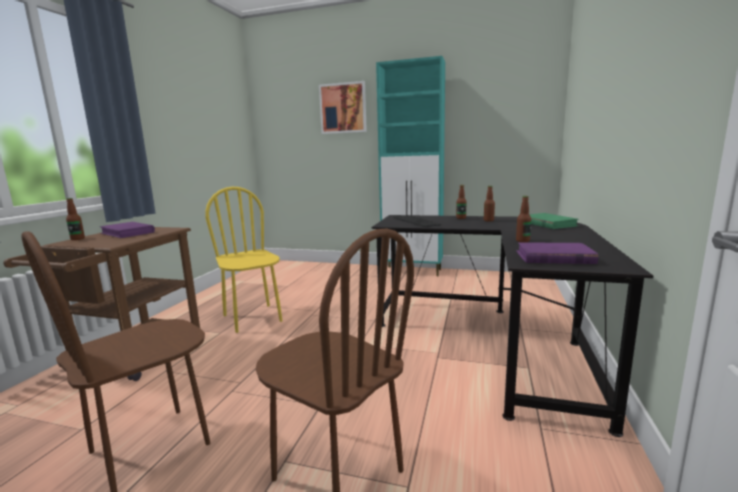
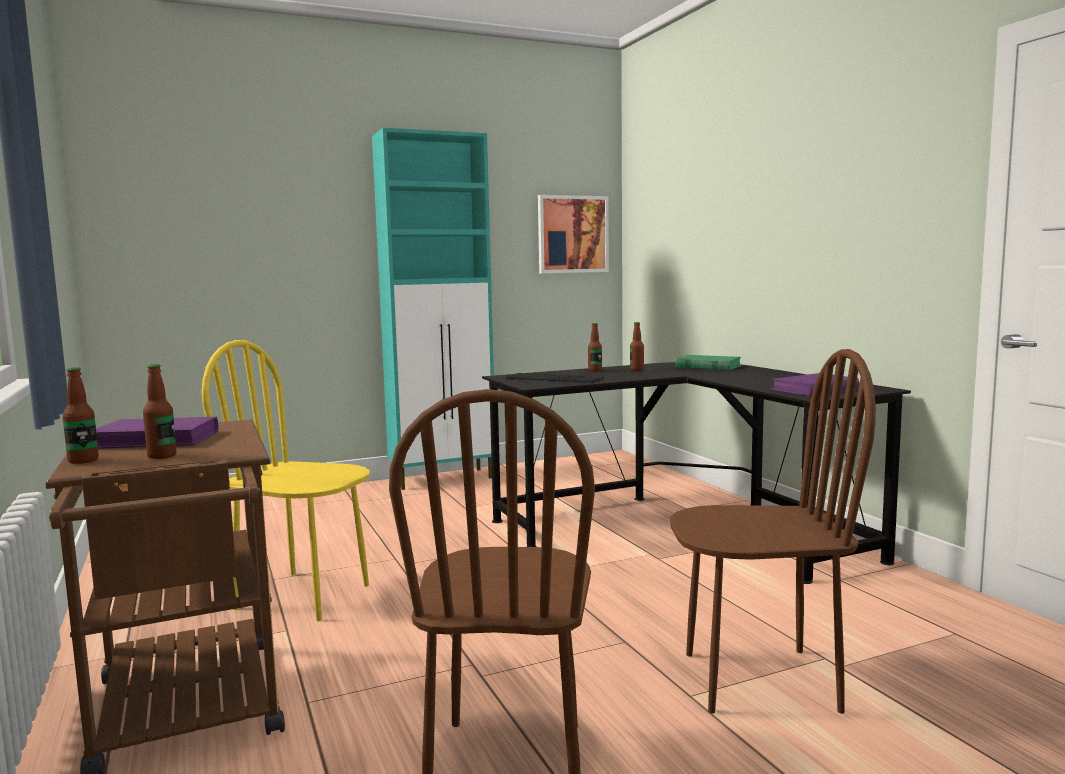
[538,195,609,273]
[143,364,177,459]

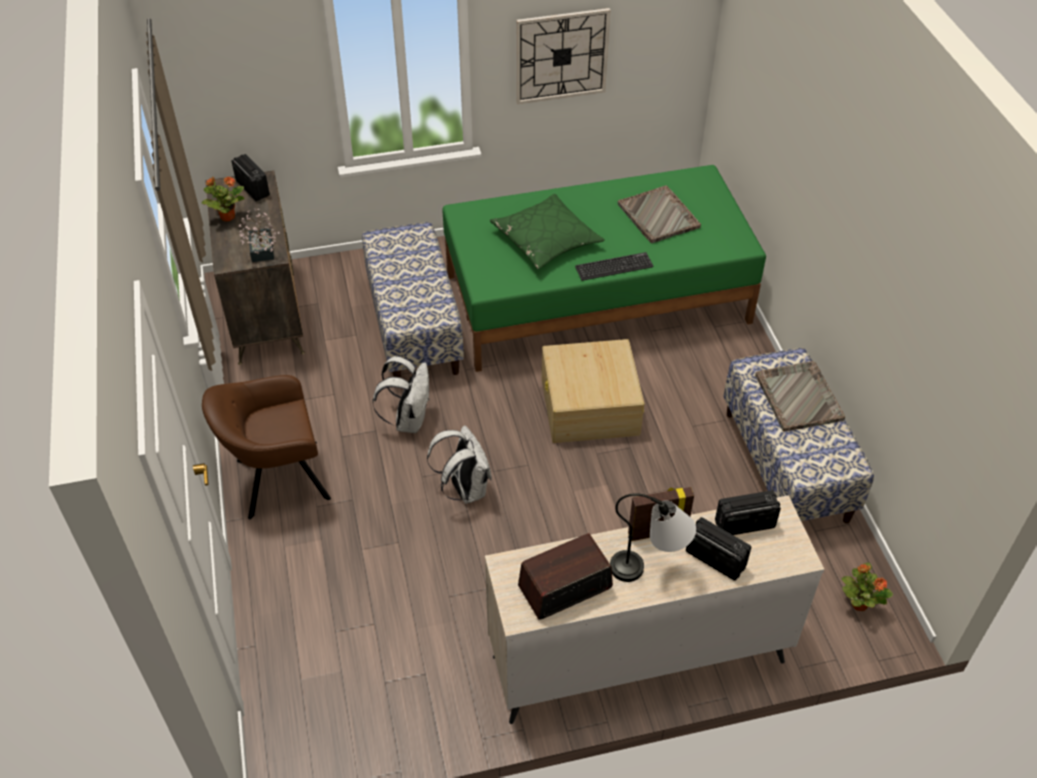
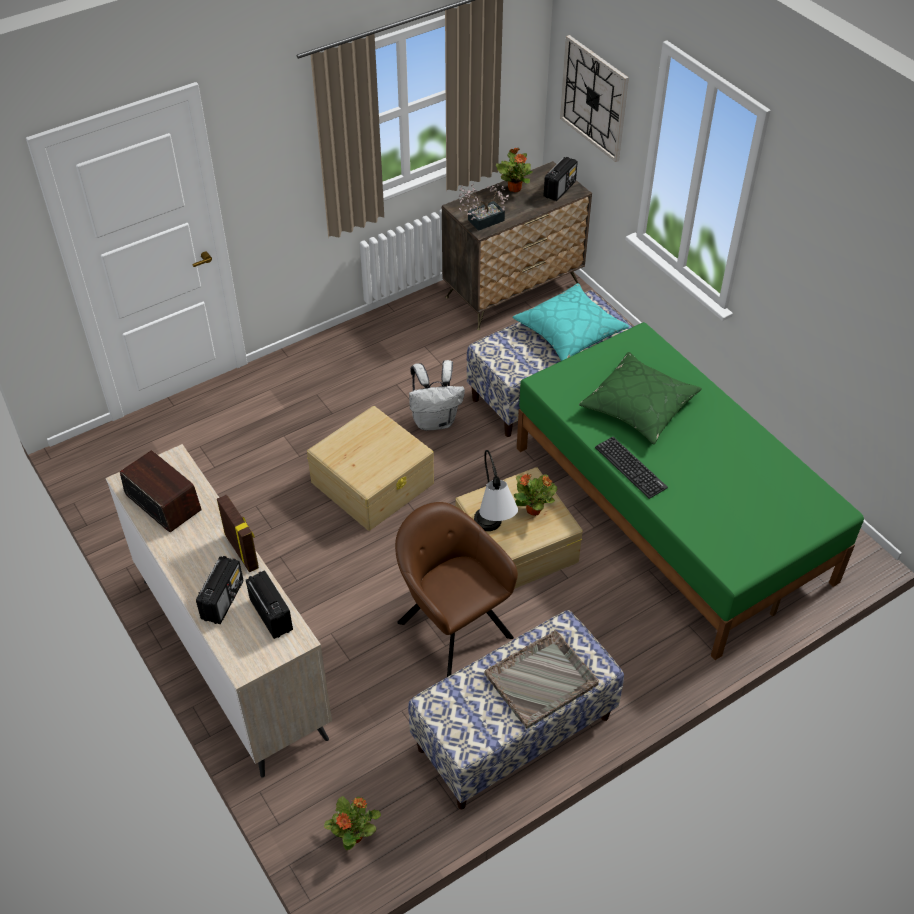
[560,35,629,162]
[618,185,701,243] (first image)
[395,502,518,677]
[307,406,434,531]
[474,450,518,531]
[512,283,629,361]
[514,474,558,516]

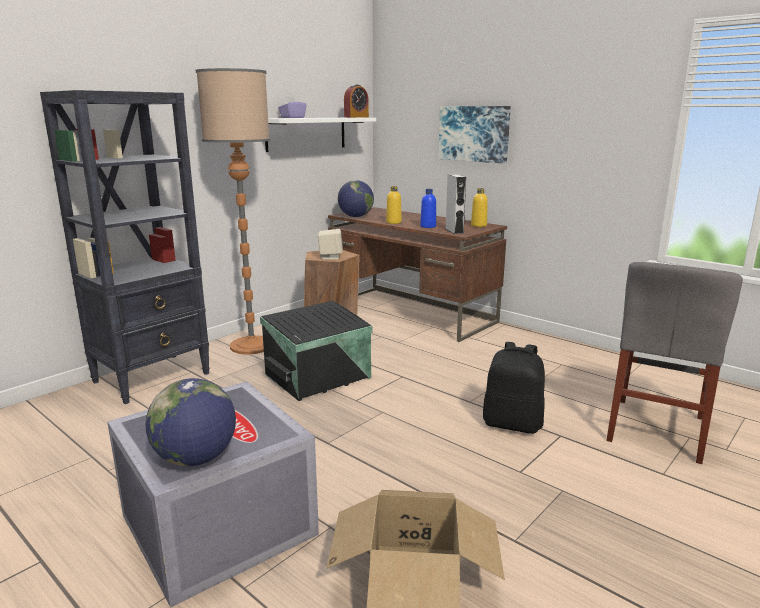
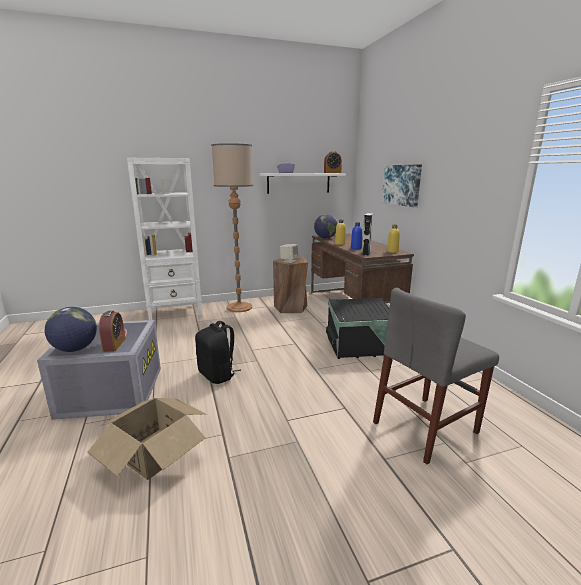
[127,158,202,320]
[326,298,389,359]
[195,321,241,384]
[99,311,126,352]

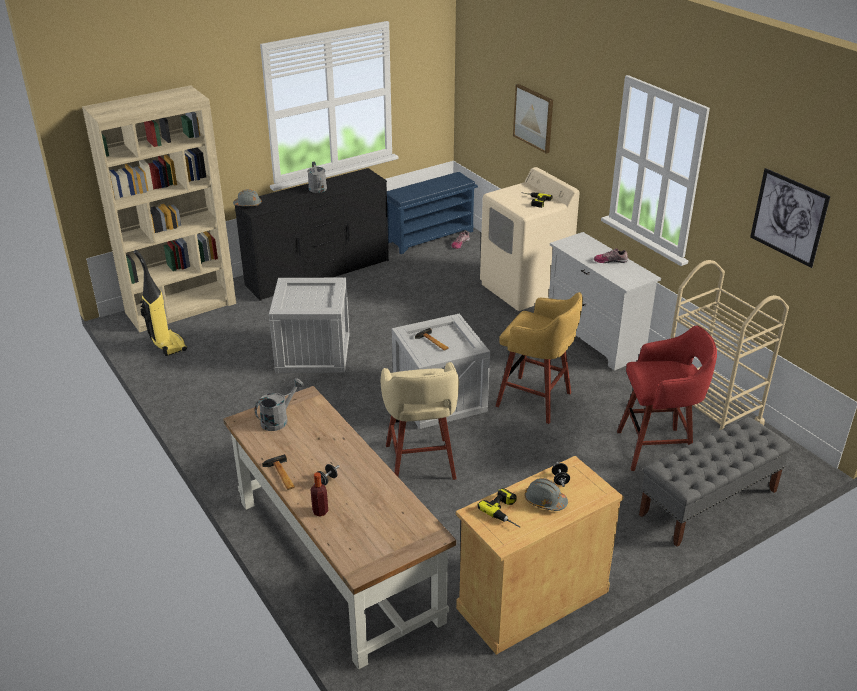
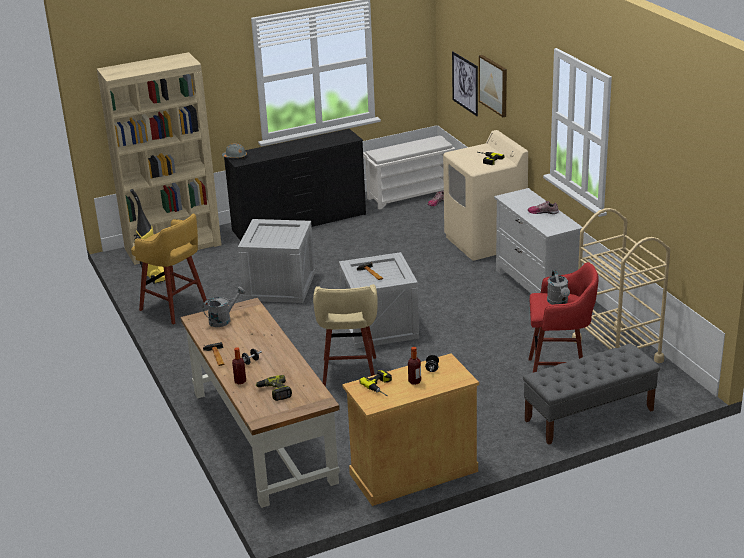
[547,270,570,305]
[452,51,478,116]
[363,136,455,209]
[131,214,207,325]
[408,347,421,385]
[256,375,292,401]

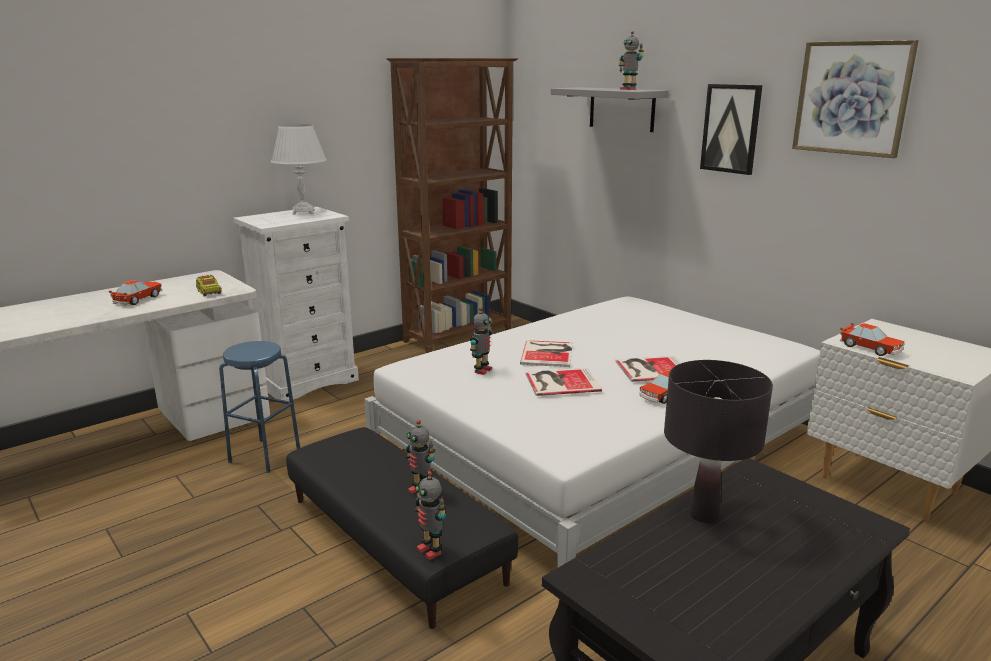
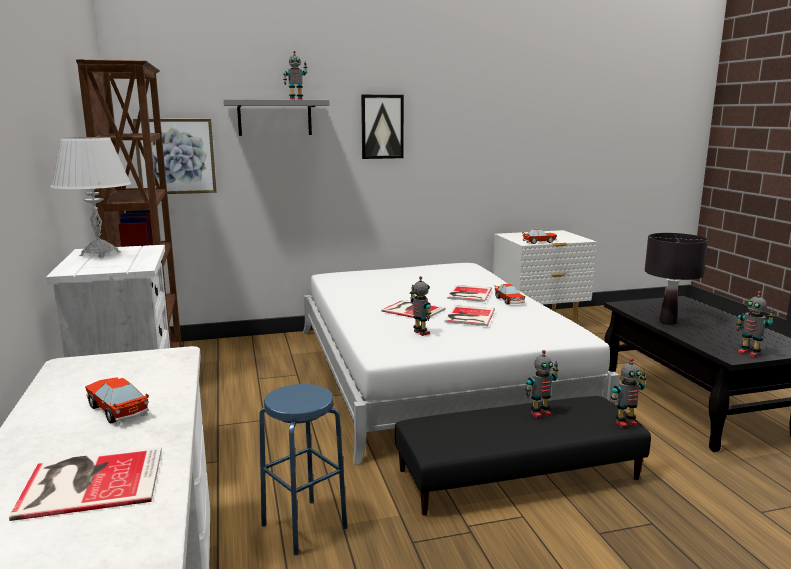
[133,119,217,194]
[196,275,222,297] (first image)
[736,291,775,357]
[9,447,162,521]

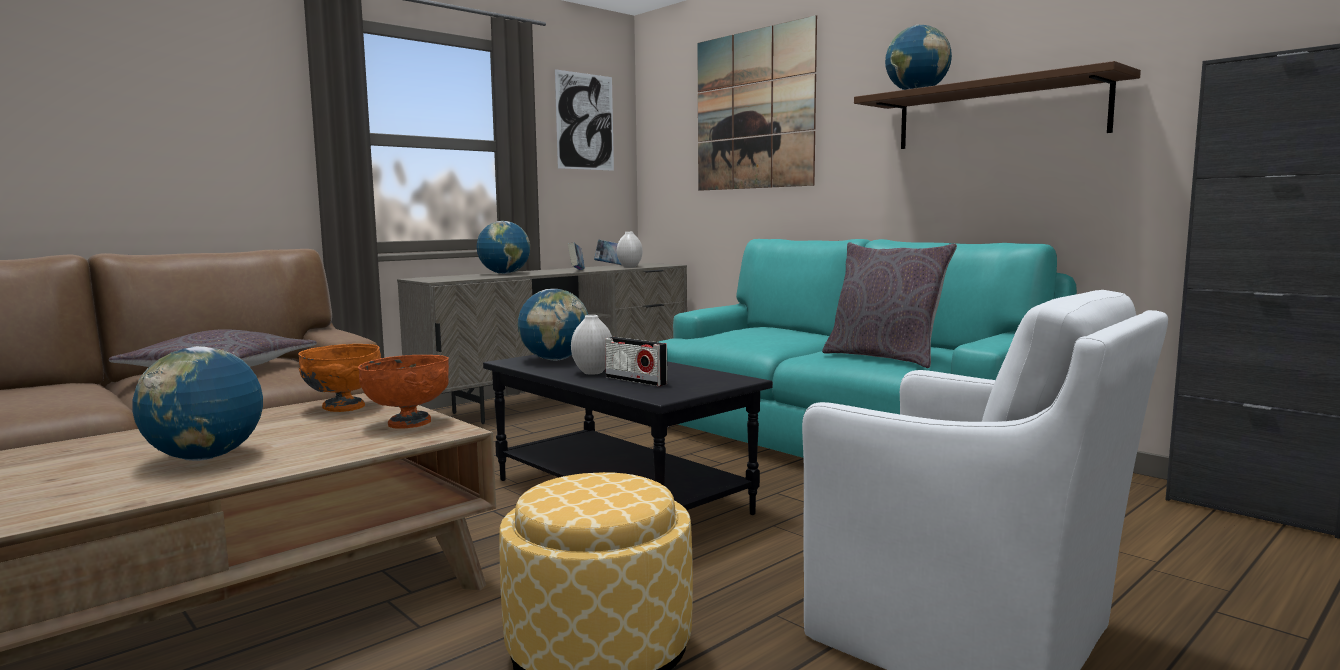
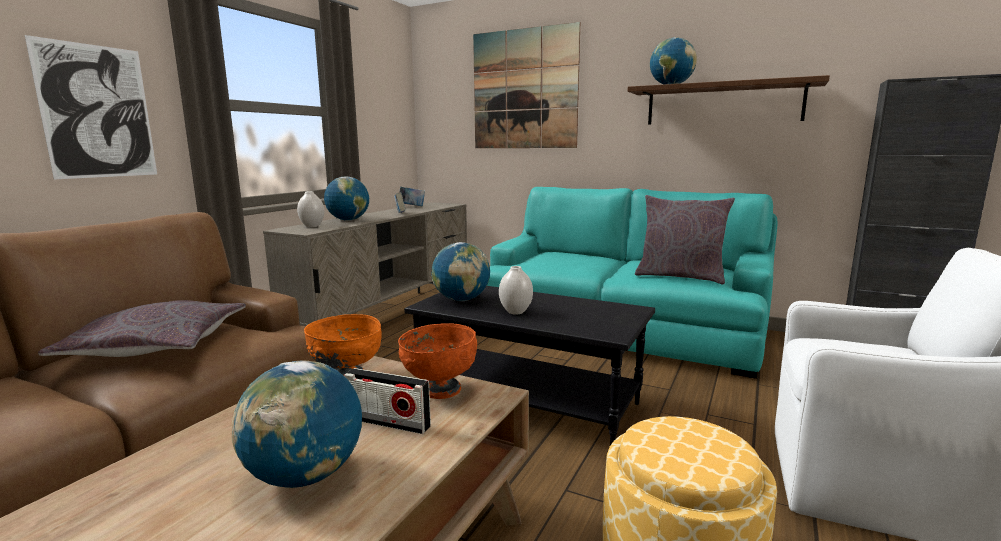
[25,35,157,180]
[297,191,324,227]
[344,368,431,434]

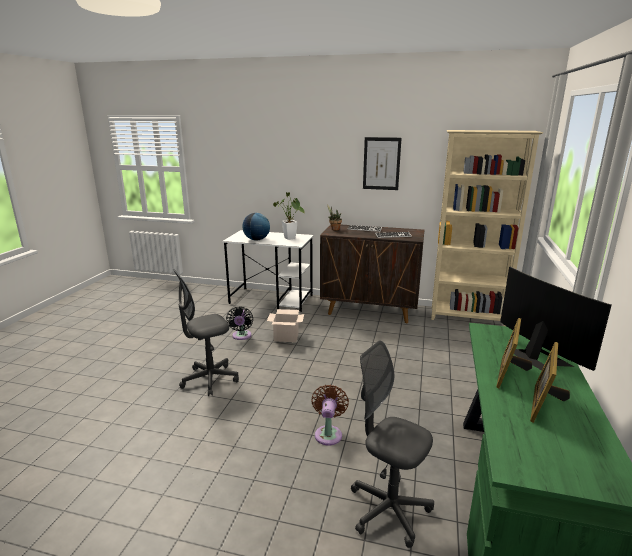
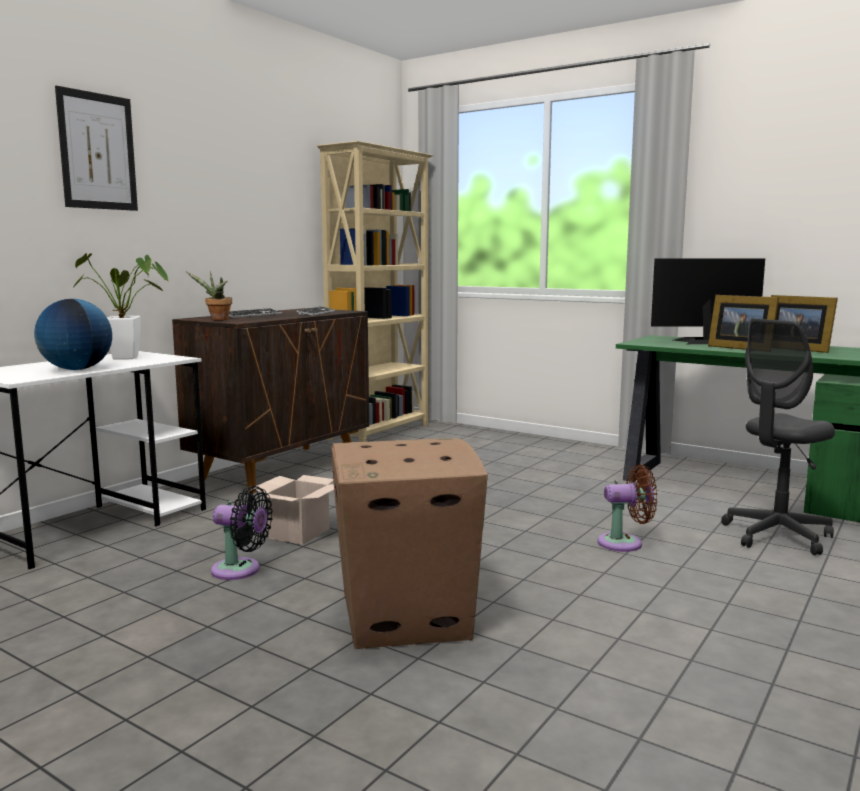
[55,86,138,211]
[332,438,488,649]
[598,464,657,552]

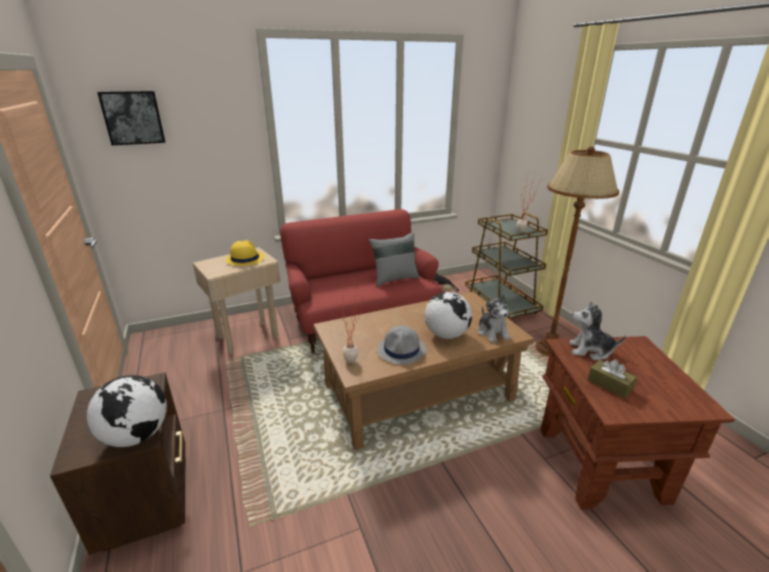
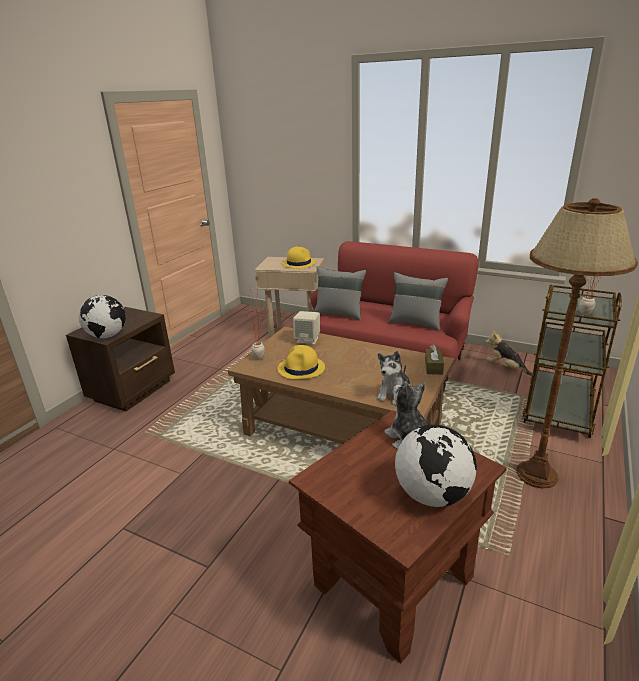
[97,91,165,145] (first image)
[395,425,477,507]
[277,345,325,379]
[425,344,444,375]
[314,266,366,320]
[293,311,320,345]

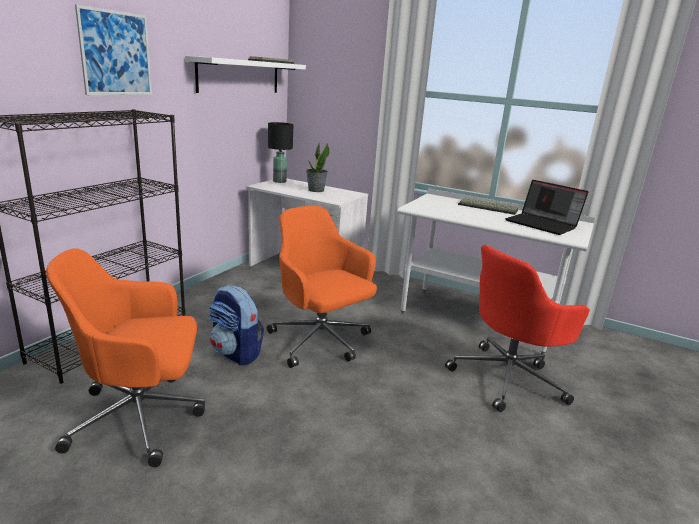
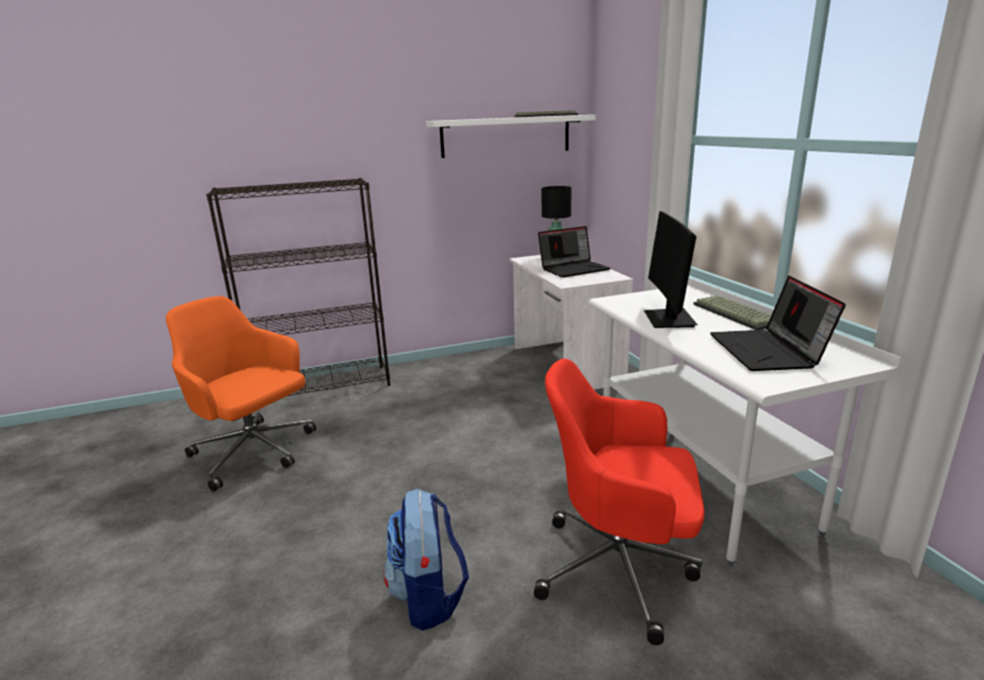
[75,5,152,95] (first image)
[538,226,610,278]
[267,206,377,368] (first image)
[384,488,469,631]
[644,211,698,328]

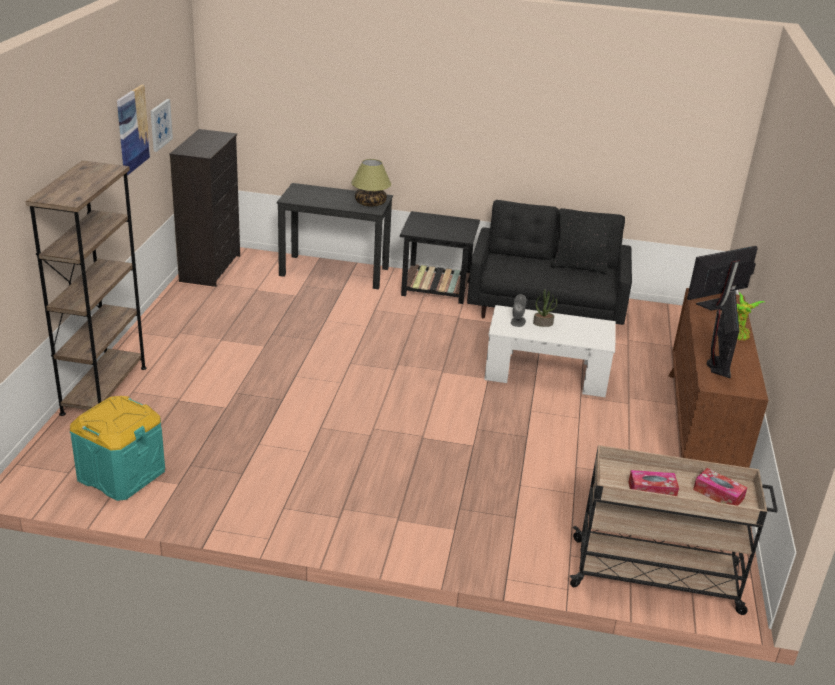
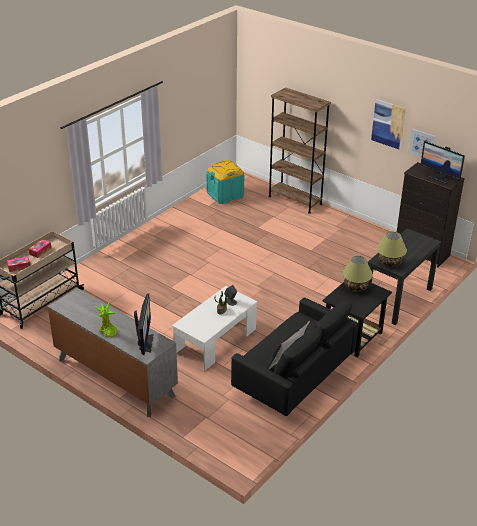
[48,288,178,417]
[420,141,465,184]
[342,256,373,292]

